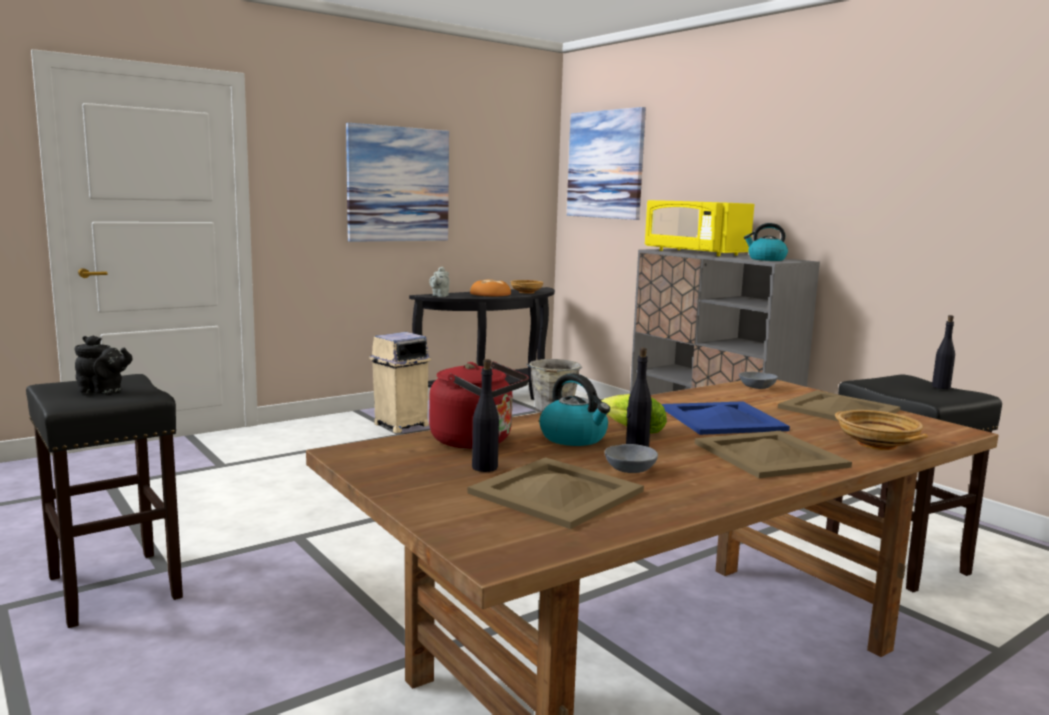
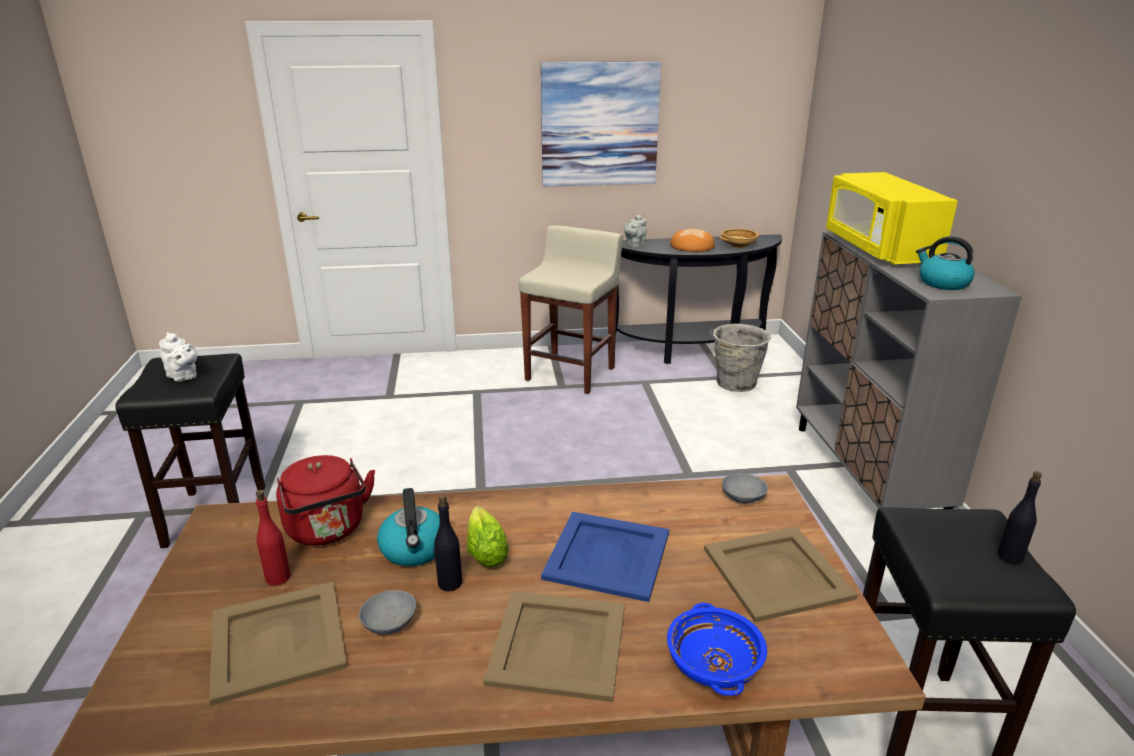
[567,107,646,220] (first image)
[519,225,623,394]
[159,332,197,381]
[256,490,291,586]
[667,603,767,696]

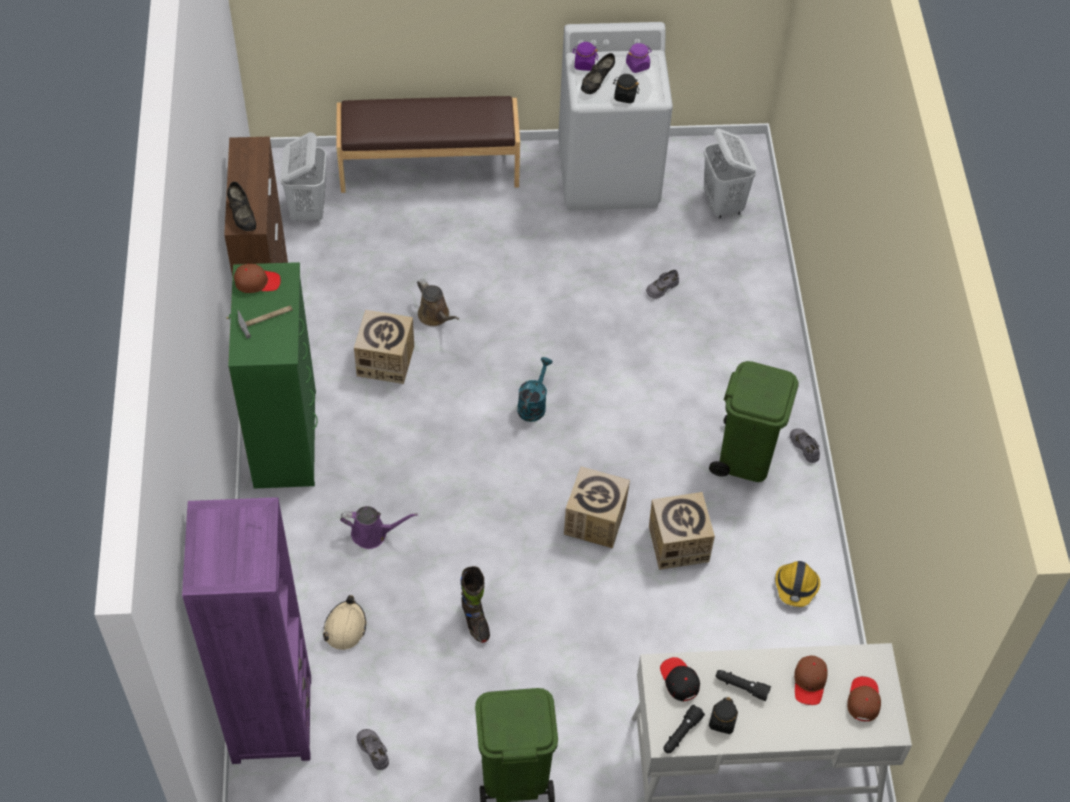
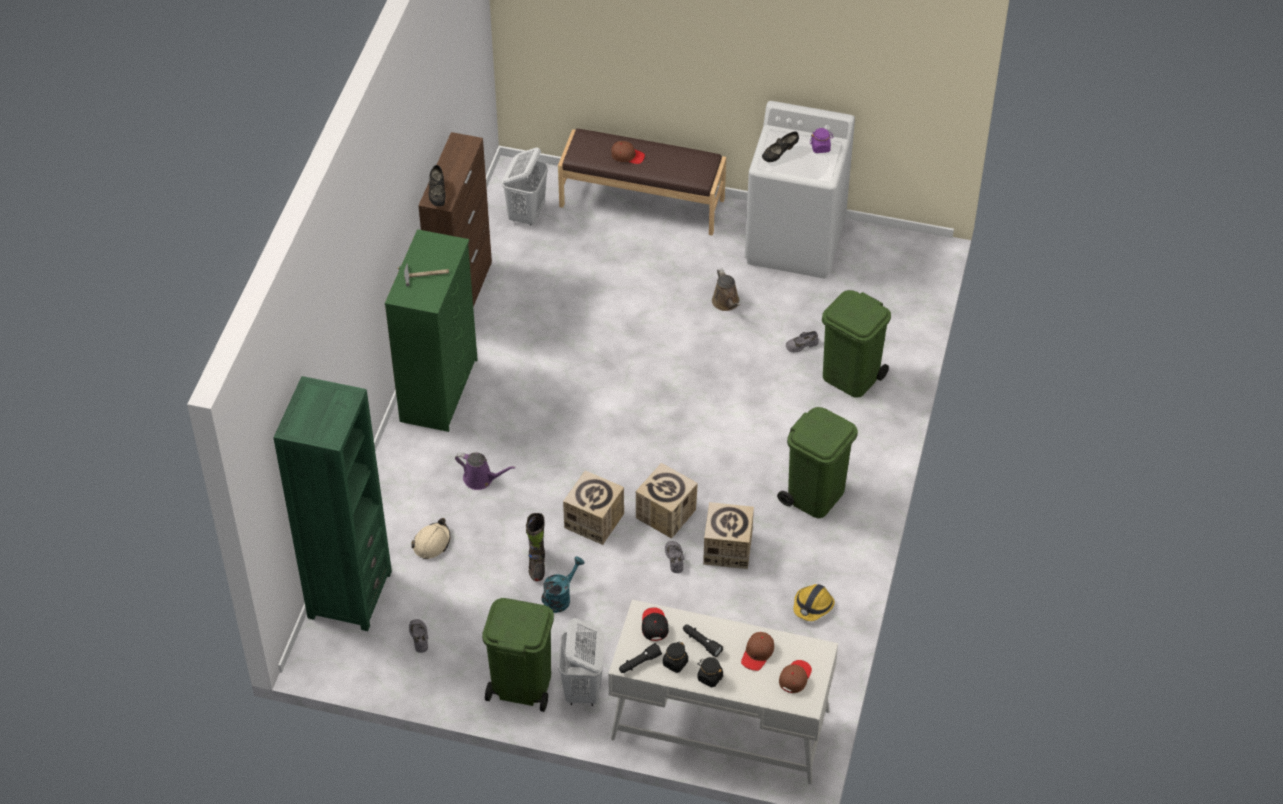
[572,42,598,71] (first image)
[697,657,723,687]
[558,618,605,706]
[611,141,645,164]
[712,268,740,311]
[563,470,624,545]
[542,557,585,613]
[665,541,684,573]
[273,376,392,631]
[822,290,891,398]

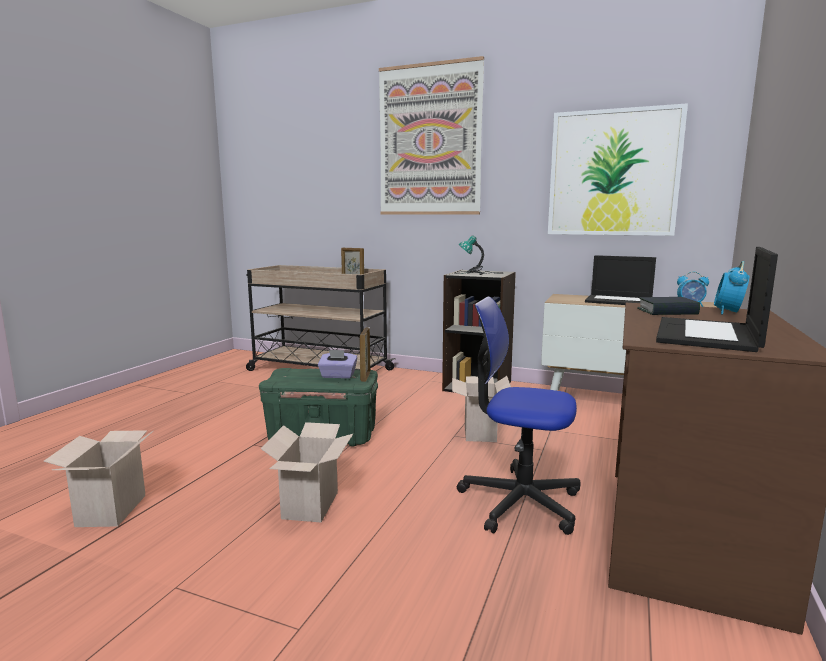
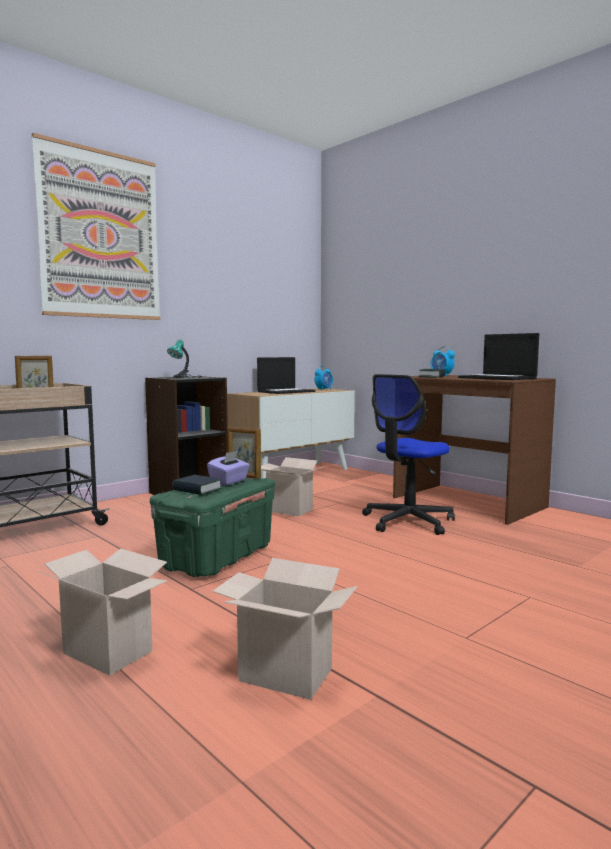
[548,103,688,236] (first image)
[38,549,168,676]
[173,475,222,495]

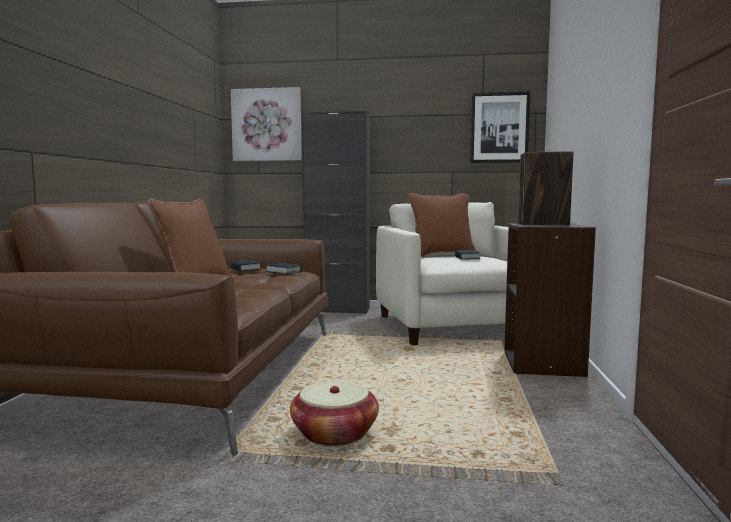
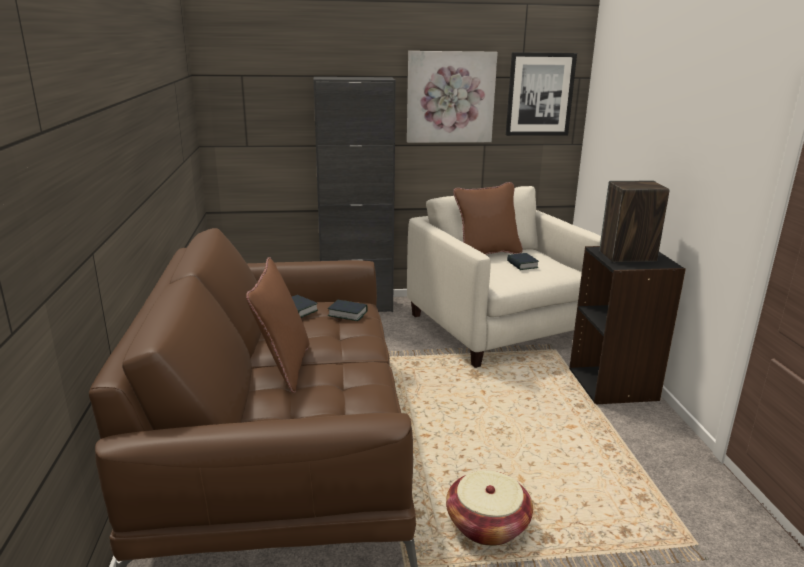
[407,51,498,143]

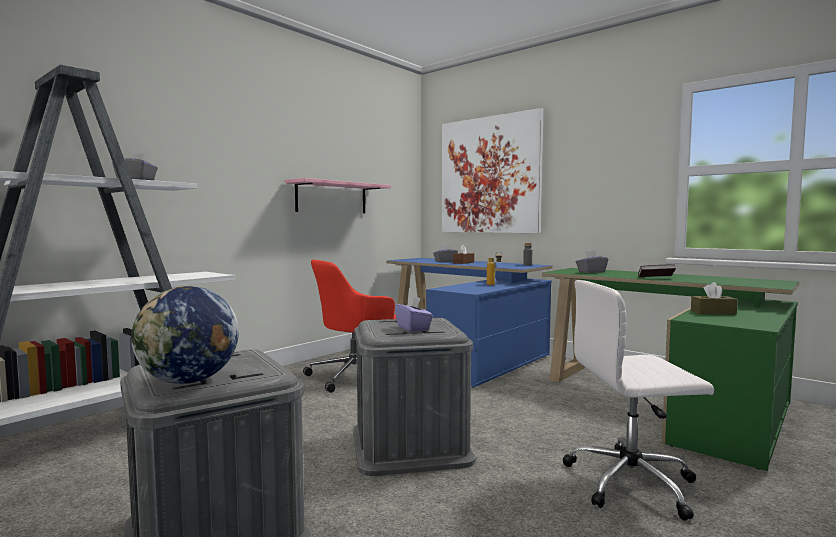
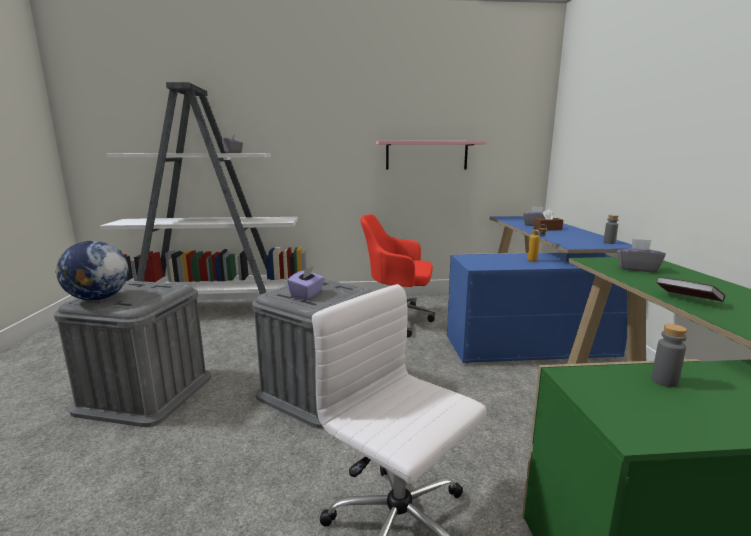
[442,108,544,233] (first image)
[652,324,687,387]

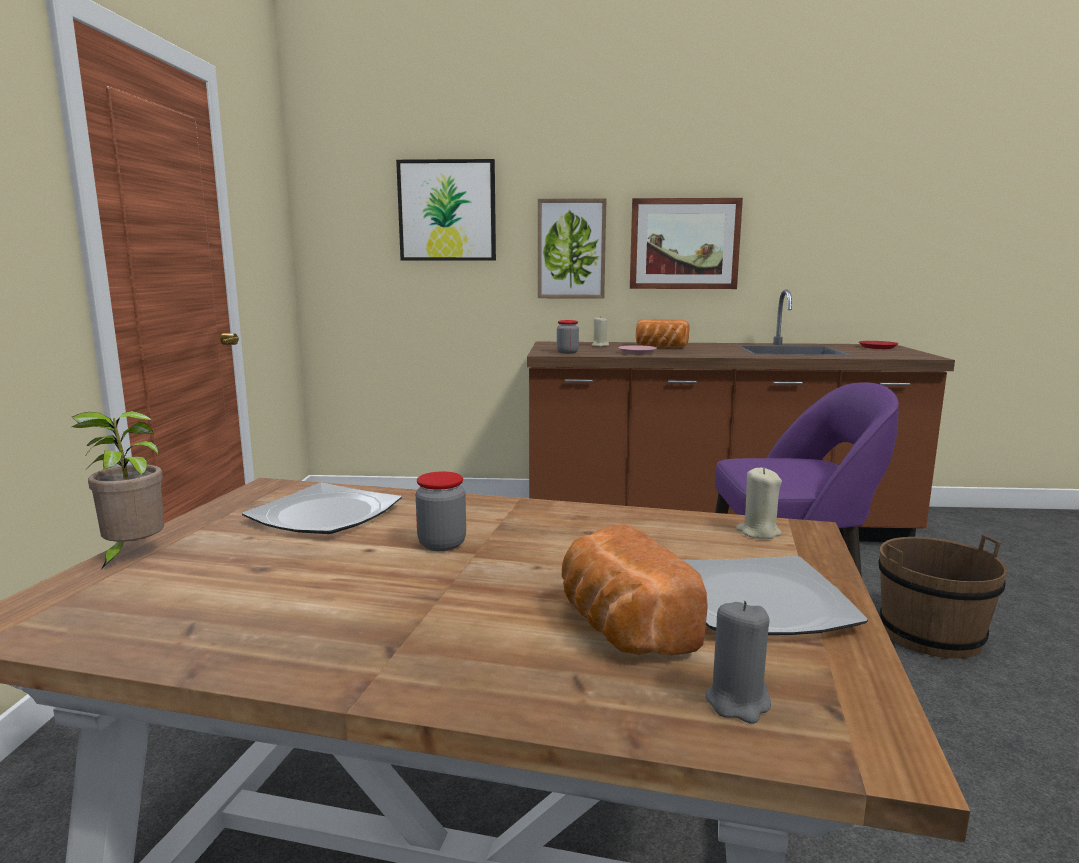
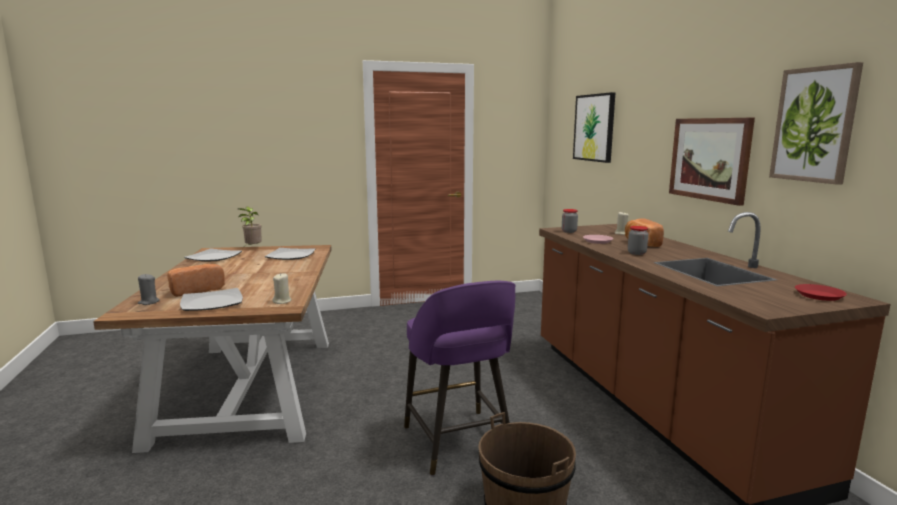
[769,62,863,185]
[628,226,648,255]
[184,249,242,261]

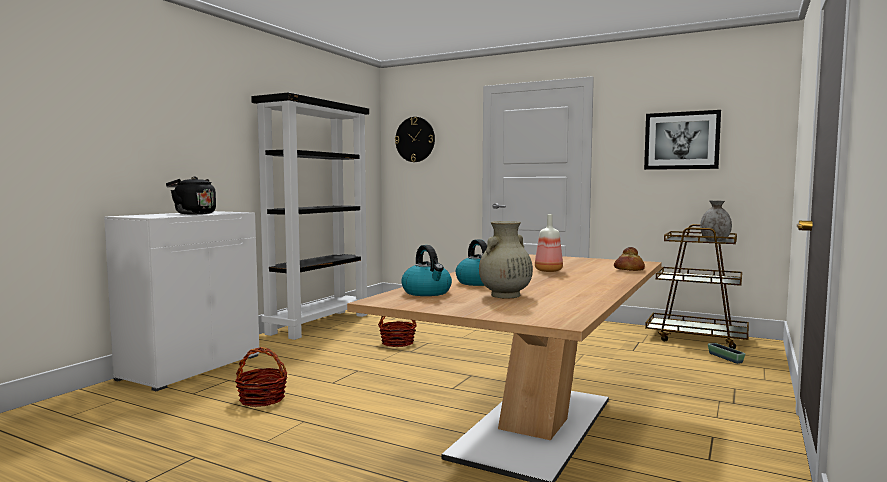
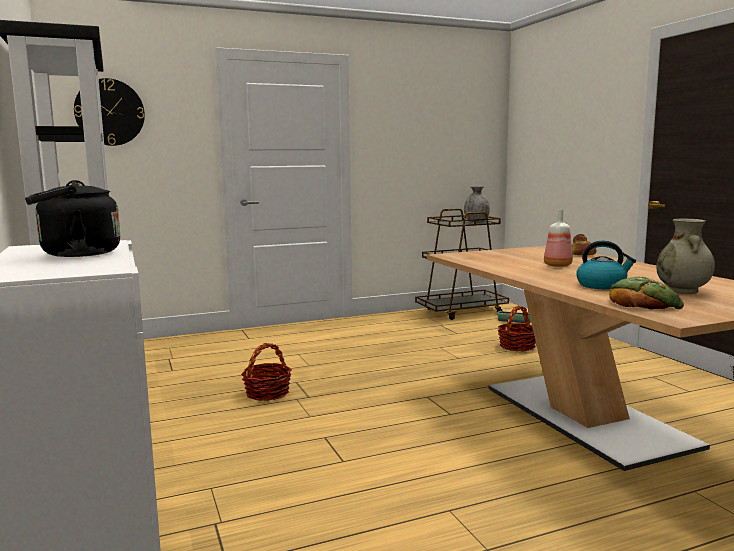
[644,110,721,170] (first image)
[609,276,684,309]
[498,305,536,352]

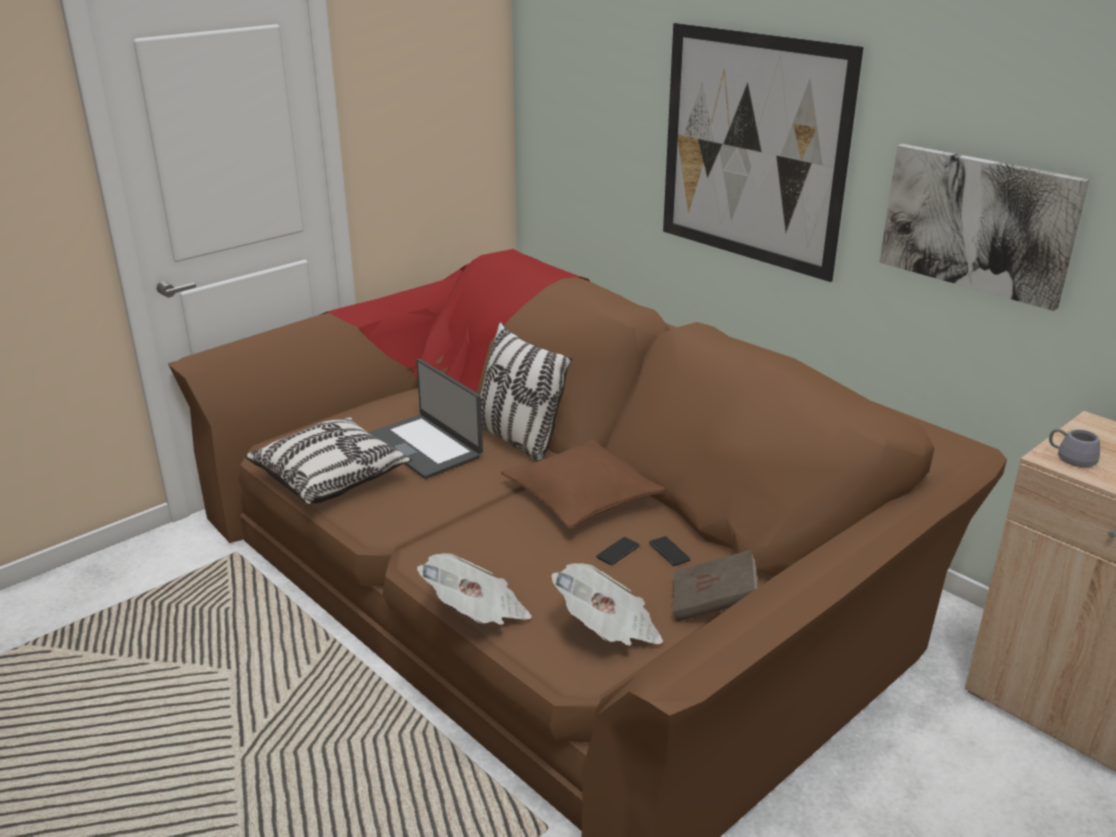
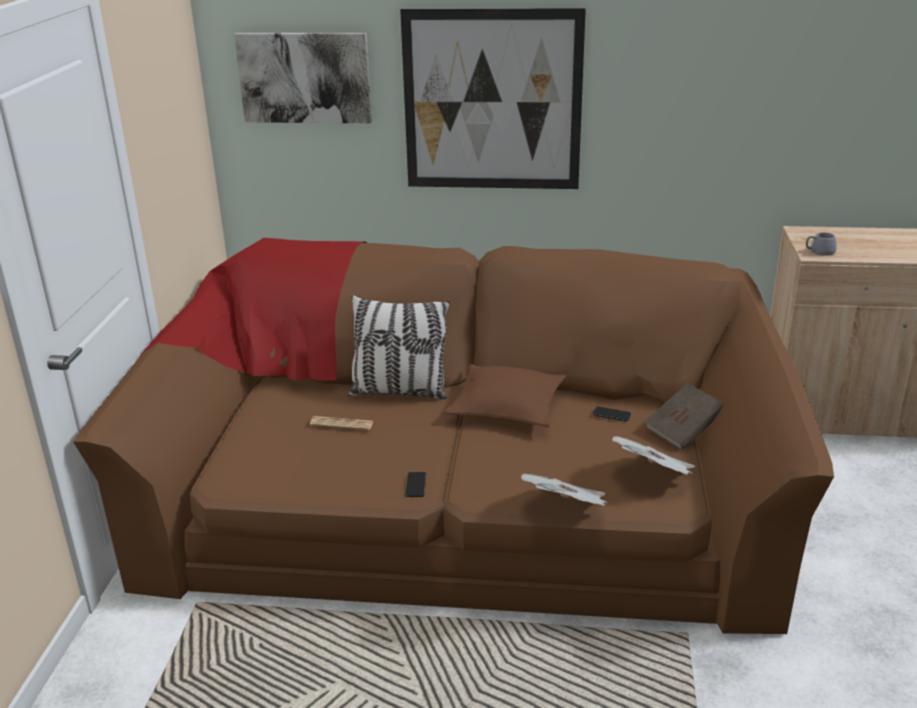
[234,33,372,123]
[310,416,374,430]
[245,417,412,505] (first image)
[406,472,426,497]

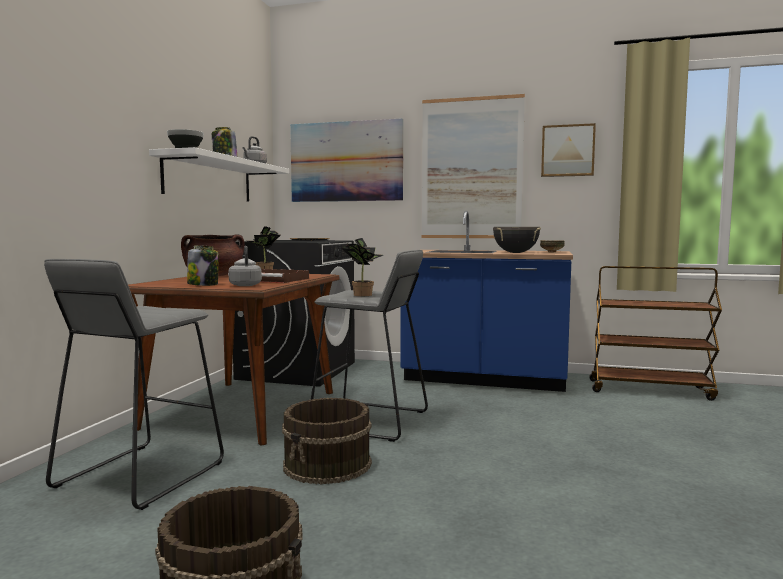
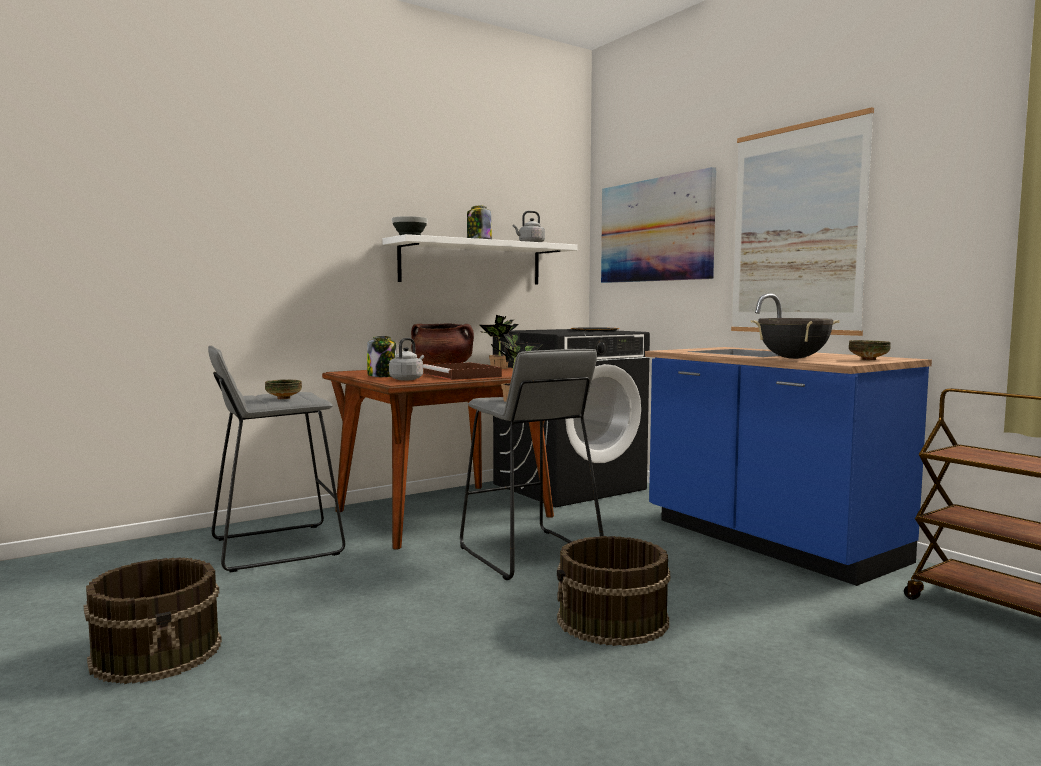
[541,123,596,177] (first image)
[557,536,670,646]
[265,379,302,399]

